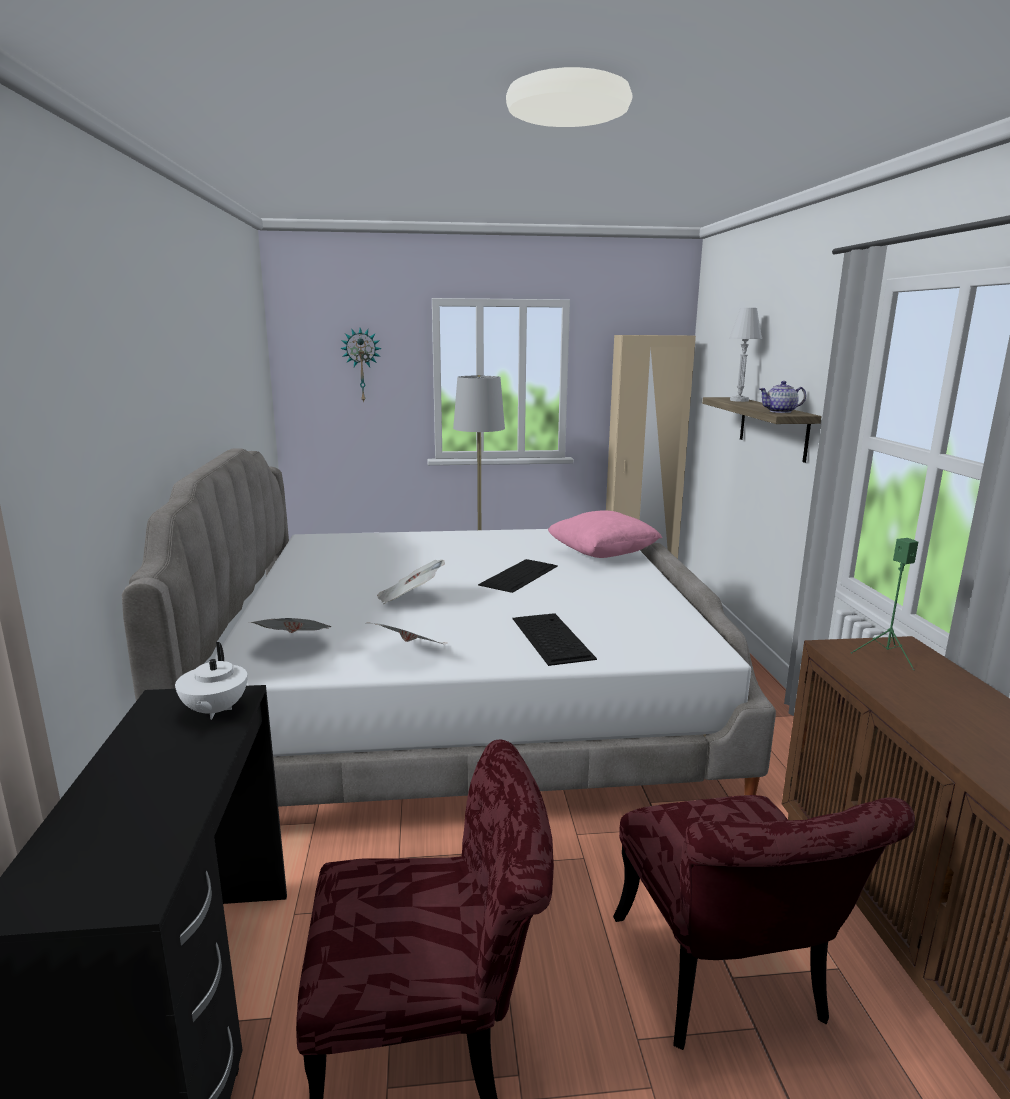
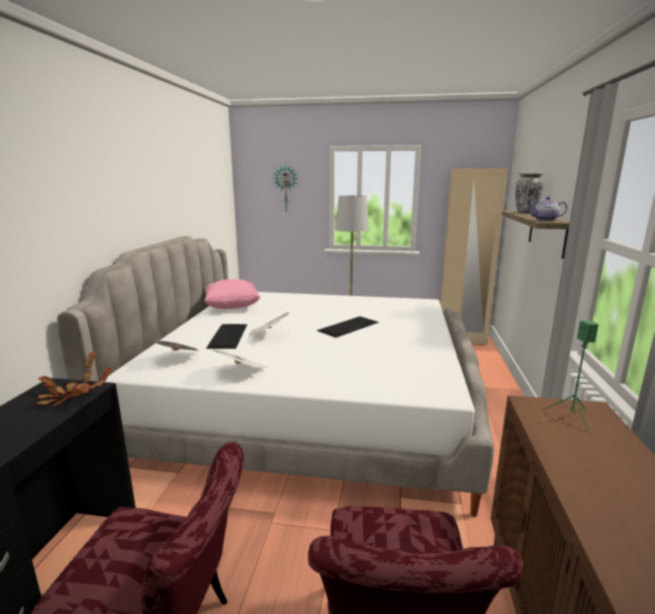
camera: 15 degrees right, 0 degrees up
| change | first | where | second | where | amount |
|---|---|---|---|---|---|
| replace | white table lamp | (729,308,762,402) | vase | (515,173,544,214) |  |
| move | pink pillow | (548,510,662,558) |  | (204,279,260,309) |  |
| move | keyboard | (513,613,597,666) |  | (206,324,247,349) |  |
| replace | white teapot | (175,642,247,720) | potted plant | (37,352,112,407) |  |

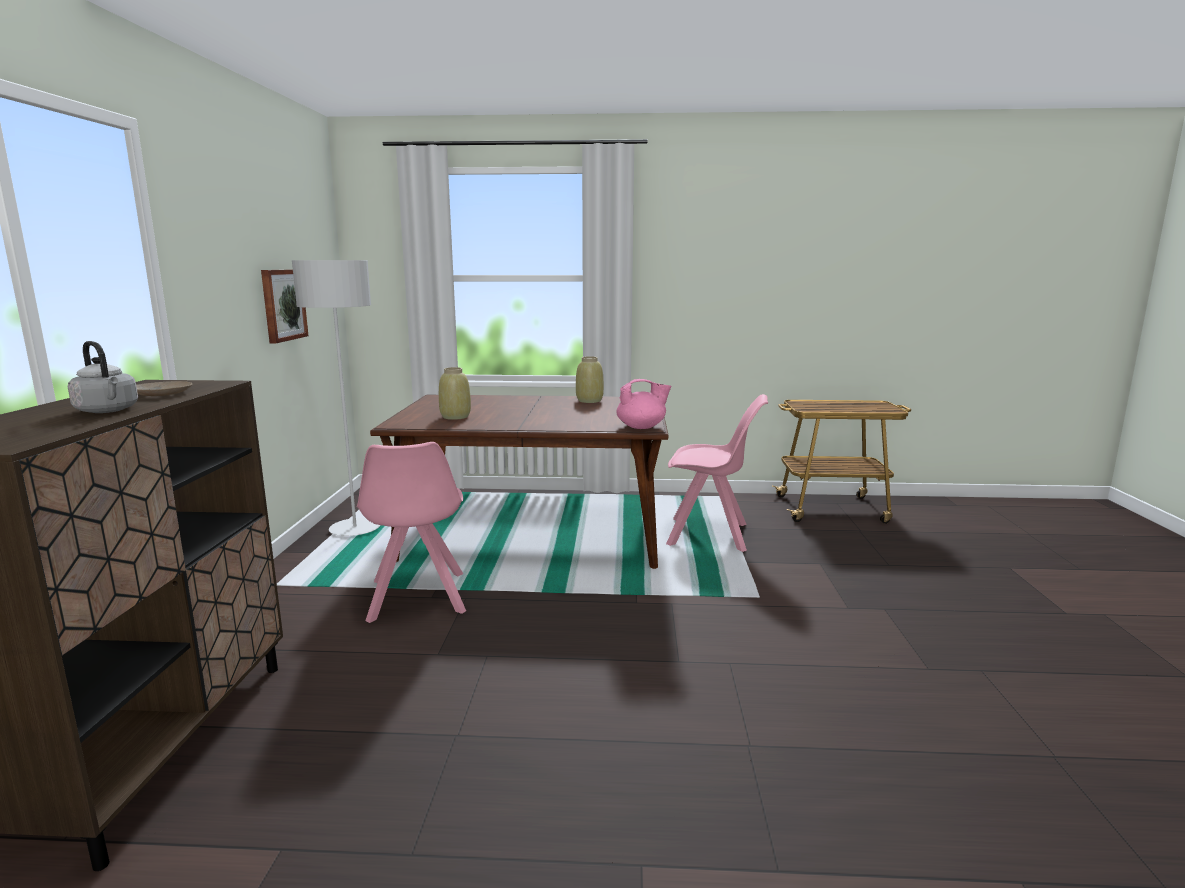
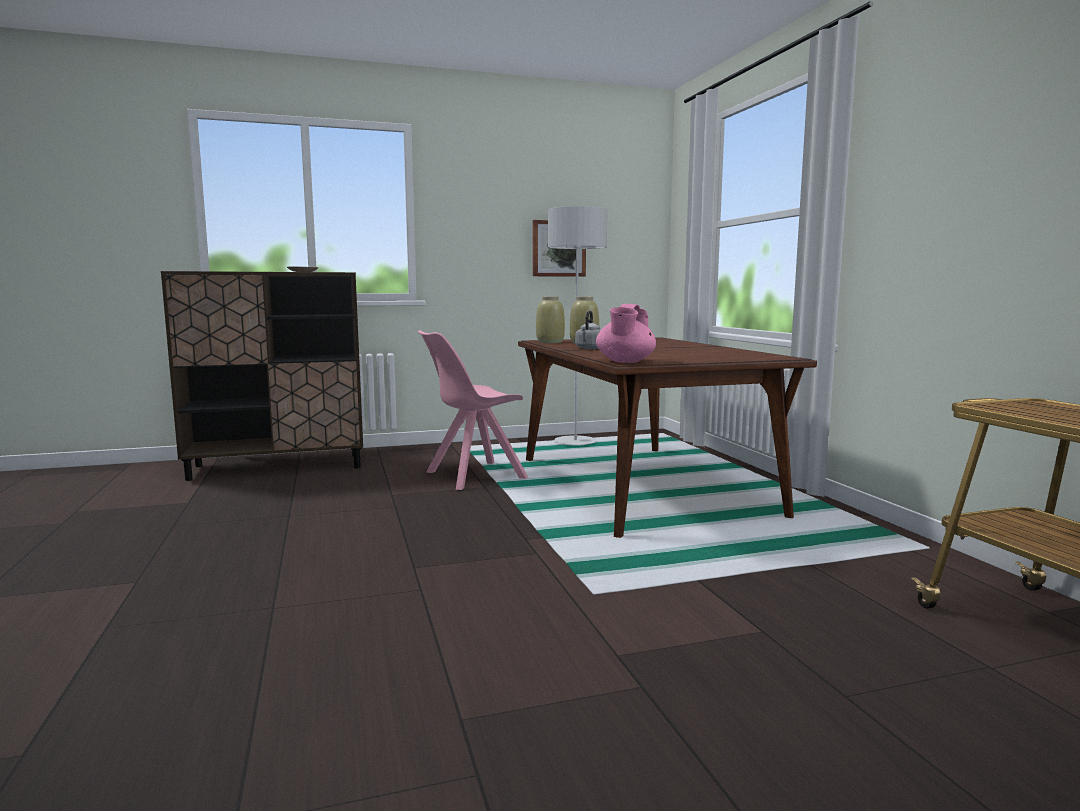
camera: 70 degrees right, 5 degrees down
| change | first | where | second | where | amount |
|---|---|---|---|---|---|
| move | grey kettle | (68,341,138,413) |  | (575,311,601,349) |  |
| move | beige vase | (576,356,604,403) |  | (536,296,565,343) |  |
| rotate | pink teapot | (616,379,671,429) |  | (596,304,656,363) | 45 degrees clockwise |
| delete | pink chair | (666,394,768,552) |  |  |  |

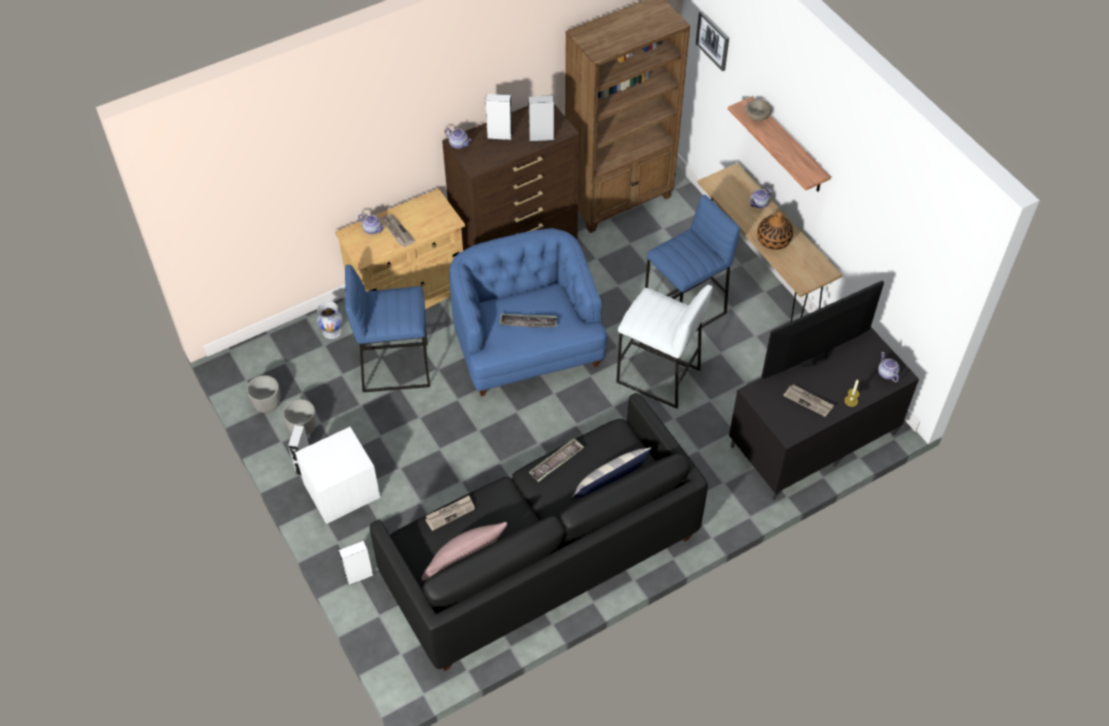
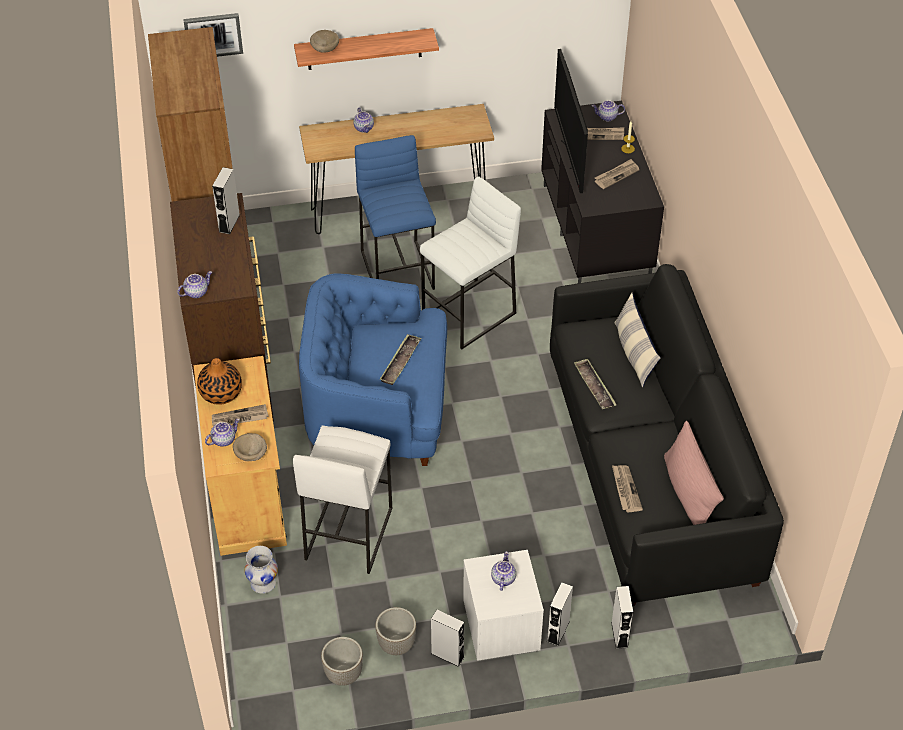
camera: 70 degrees left, 5 degrees down
| change | first | where | second | where | amount |
|---|---|---|---|---|---|
| move | white speaker | (485,94,513,140) |  | (547,582,573,646) |  |
| move | vase | (757,212,793,250) |  | (197,358,242,405) |  |
| recolor | blue stool | (345,265,430,392) | white stool | (293,425,392,574) |  |
| insert |  |  | newspaper | (587,127,624,140) |  |
| insert |  |  | beige bowl | (233,433,267,461) |  |
| insert |  |  | teapot | (491,551,516,591) |  |

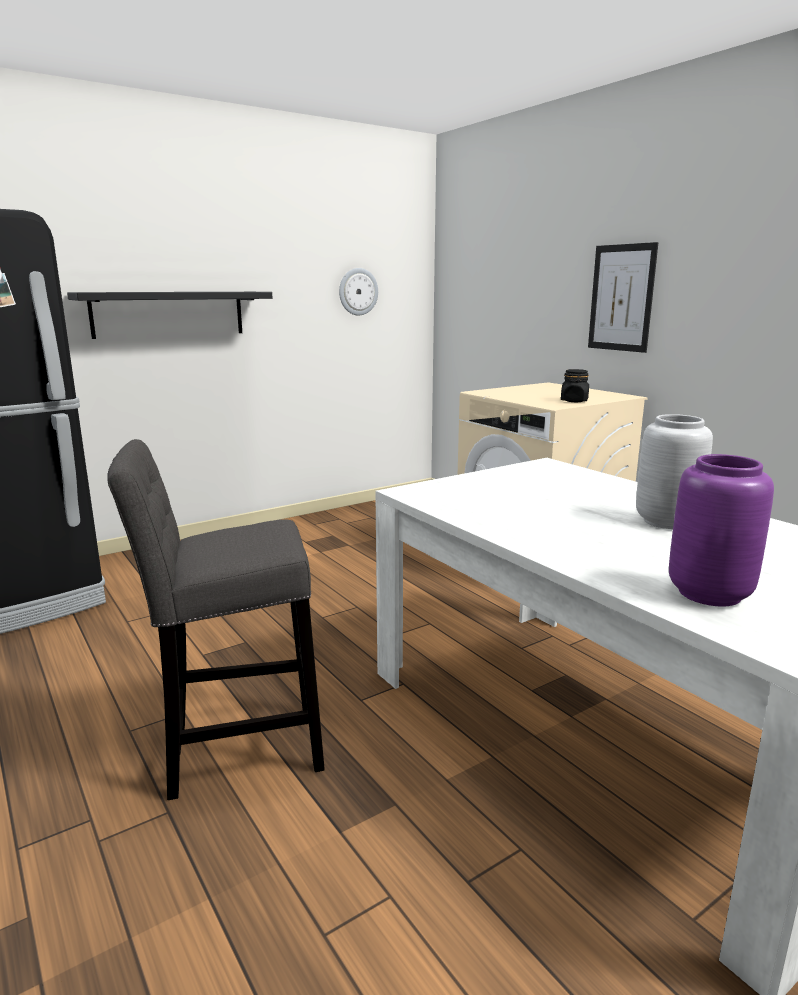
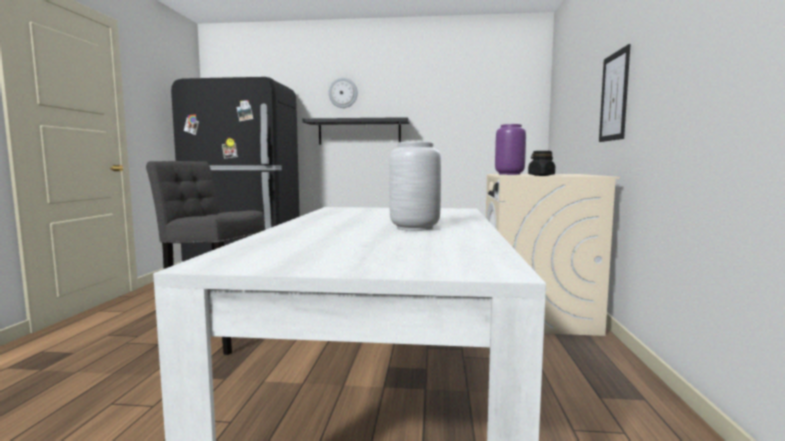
camera: 40 degrees right, 10 degrees down
| change | first | where | second | where | amount |
|---|---|---|---|---|---|
| move | wall clock | (339,268,378,315) |  | (329,78,358,108) |  |
| move | purple vase | (669,454,774,607) |  | (495,124,526,175) |  |

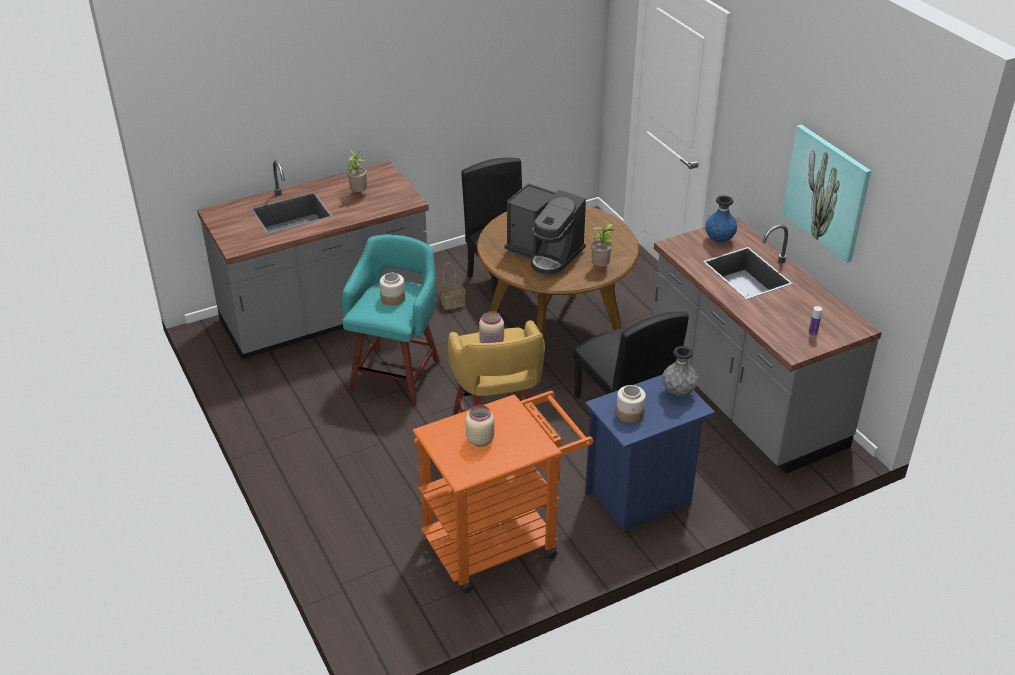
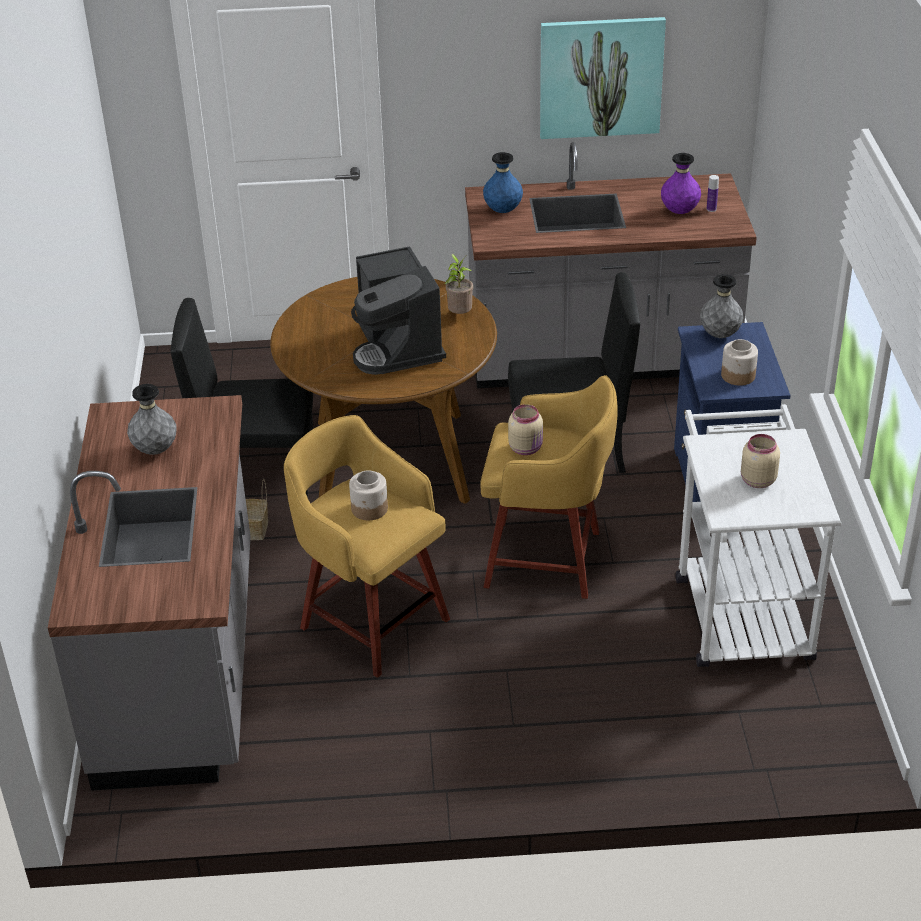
camera: 65 degrees left, 0 degrees up
| change | first | where | second | where | amount |
|---|---|---|---|---|---|
| replace | potted plant | (347,150,367,192) | grey vase | (127,384,177,455) |  |
| rotate | coffee machine | (504,183,586,276) |  | (351,246,446,375) | 105 degrees clockwise |
| recolor | turquoise stool | (342,235,440,405) | yellow stool | (284,415,450,678) |  |
| recolor | orange cart | (412,391,593,593) | white cart | (676,404,841,667) |  |
| insert |  |  | purple vase | (661,153,701,214) |  |

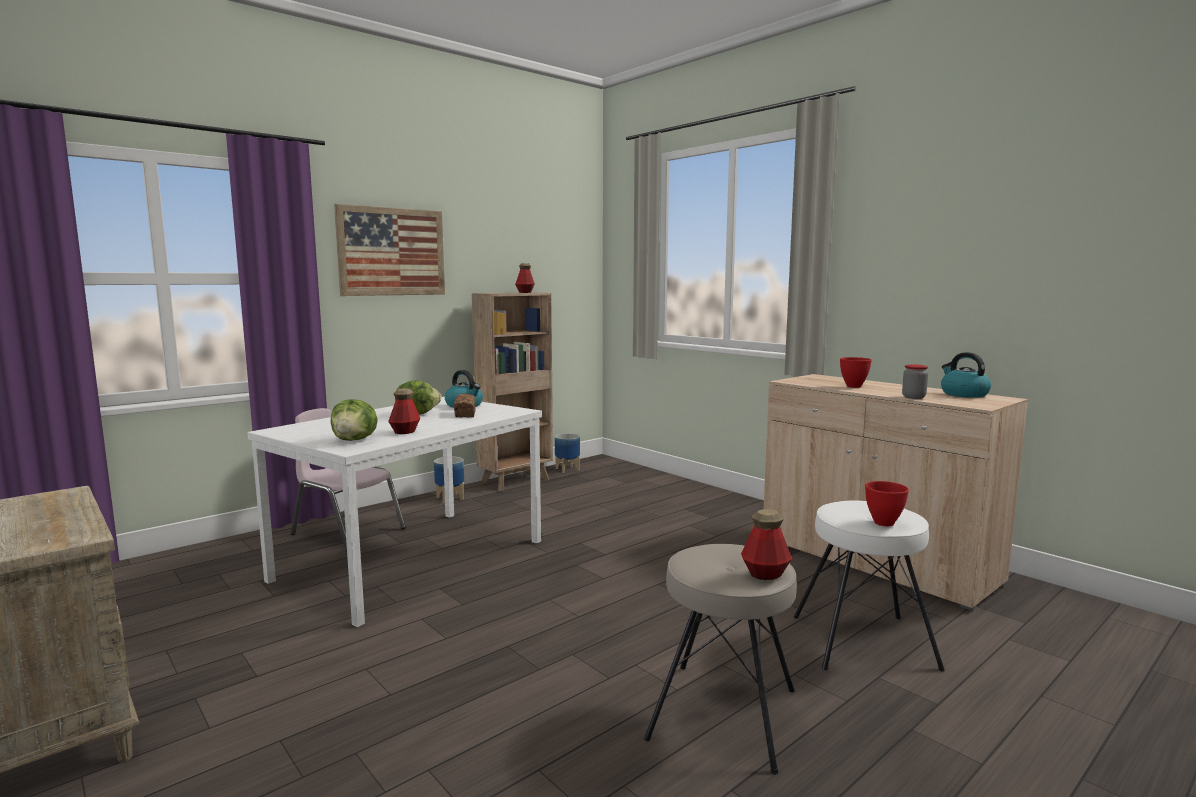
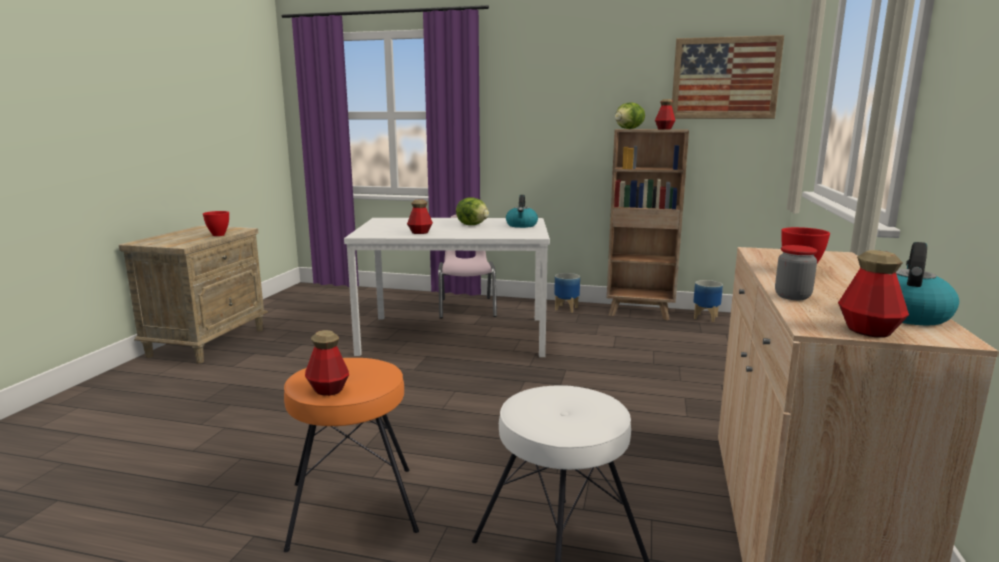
camera: 55 degrees right, 5 degrees up
| change | first | where | second | where | amount |
|---|---|---|---|---|---|
| move | picture | (334,204,445,296) |  | (672,35,784,119) |  |
| delete | bread | (454,393,476,418) |  |  |  |
| move | lettuce | (331,399,378,441) |  | (615,102,645,129) |  |
| move | red bowl | (865,481,909,526) |  | (203,211,229,236) |  |
| recolor | beige stool | (644,544,797,775) | orange stool | (284,358,419,552) |  |
| insert |  |  | bottle | (838,250,909,337) |  |

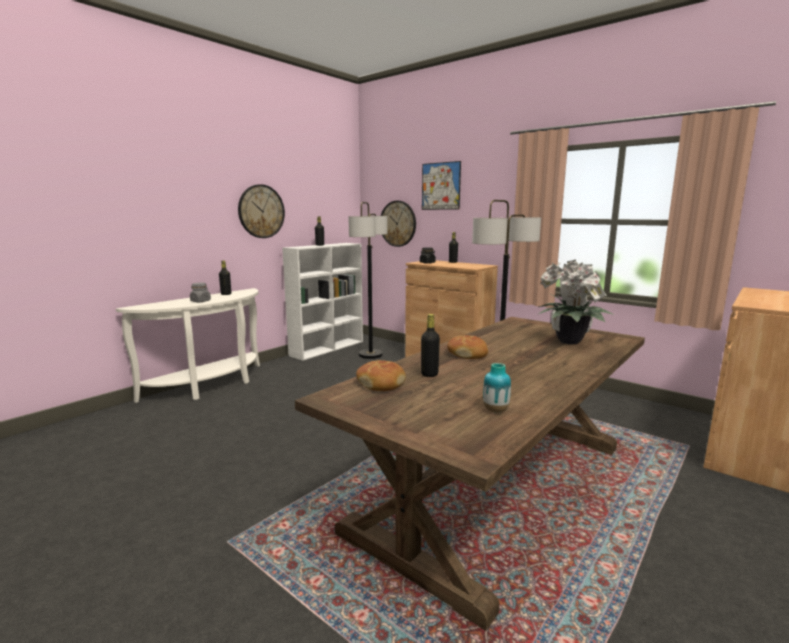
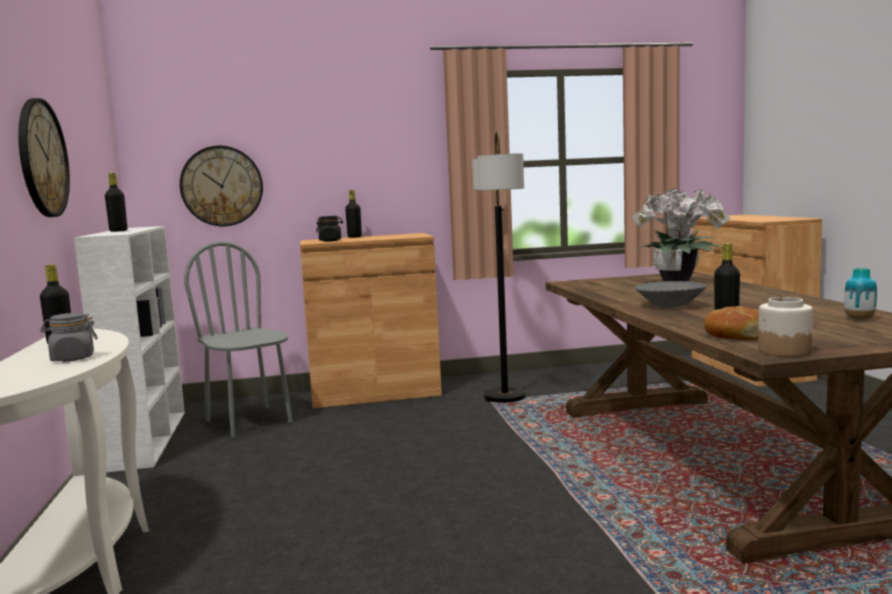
camera: 50 degrees left, 5 degrees down
| change | first | where | second | where | amount |
|---|---|---|---|---|---|
| delete | picture | (422,161,461,210) |  |  |  |
| replace | floor lamp | (348,202,388,359) | grey chair | (184,241,293,437) |  |
| replace | bread | (447,335,488,359) | grey bowl | (635,281,707,307) |  |
| insert |  |  | jar | (758,297,813,357) |  |

